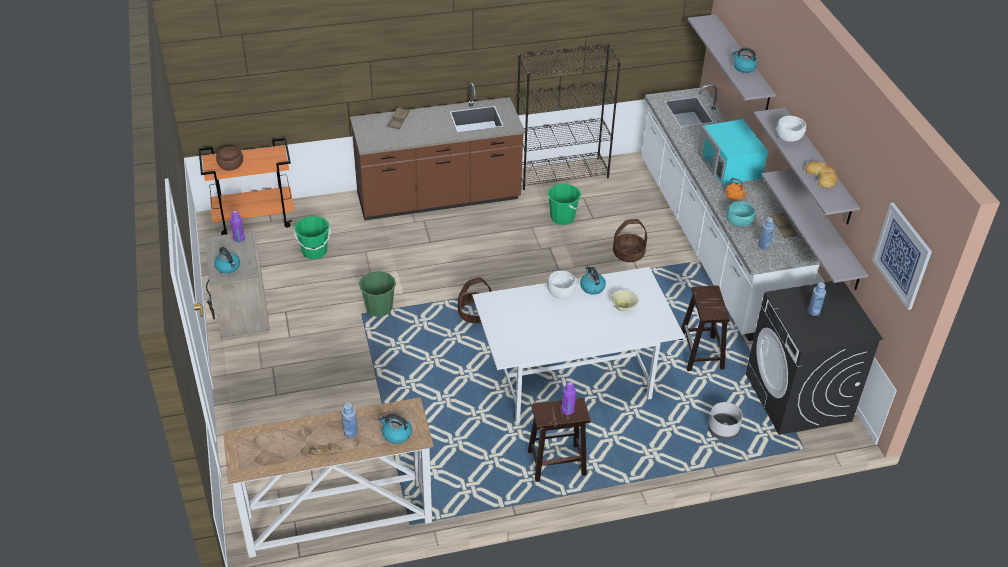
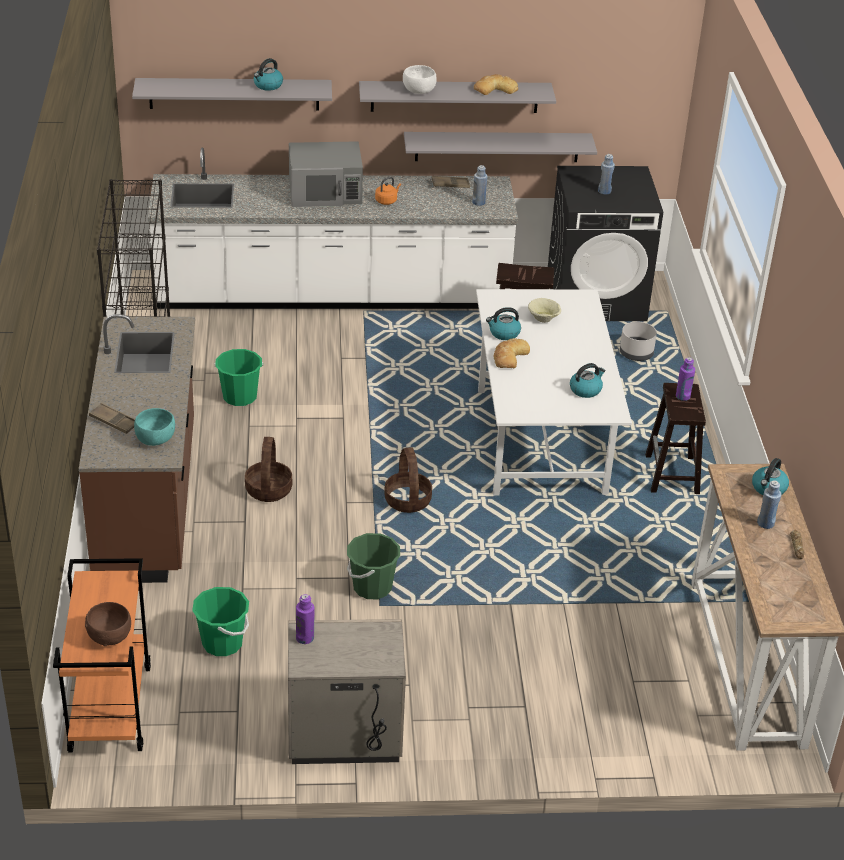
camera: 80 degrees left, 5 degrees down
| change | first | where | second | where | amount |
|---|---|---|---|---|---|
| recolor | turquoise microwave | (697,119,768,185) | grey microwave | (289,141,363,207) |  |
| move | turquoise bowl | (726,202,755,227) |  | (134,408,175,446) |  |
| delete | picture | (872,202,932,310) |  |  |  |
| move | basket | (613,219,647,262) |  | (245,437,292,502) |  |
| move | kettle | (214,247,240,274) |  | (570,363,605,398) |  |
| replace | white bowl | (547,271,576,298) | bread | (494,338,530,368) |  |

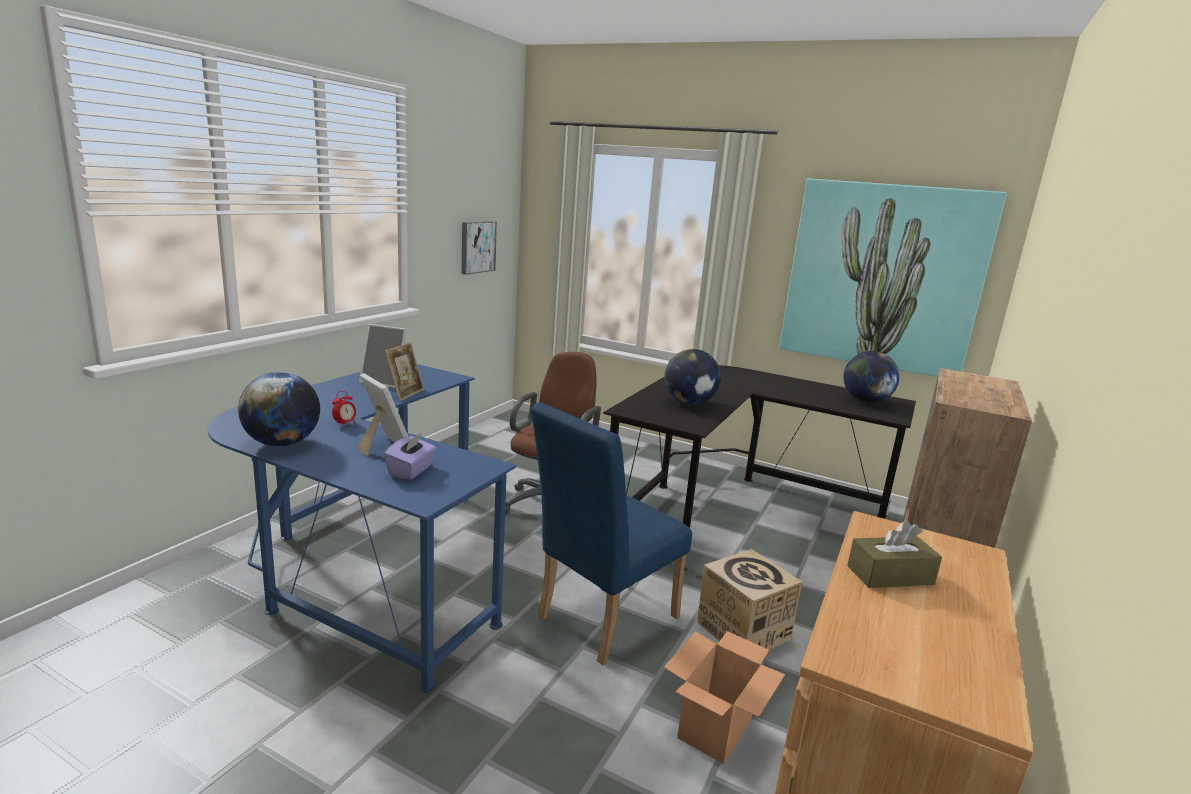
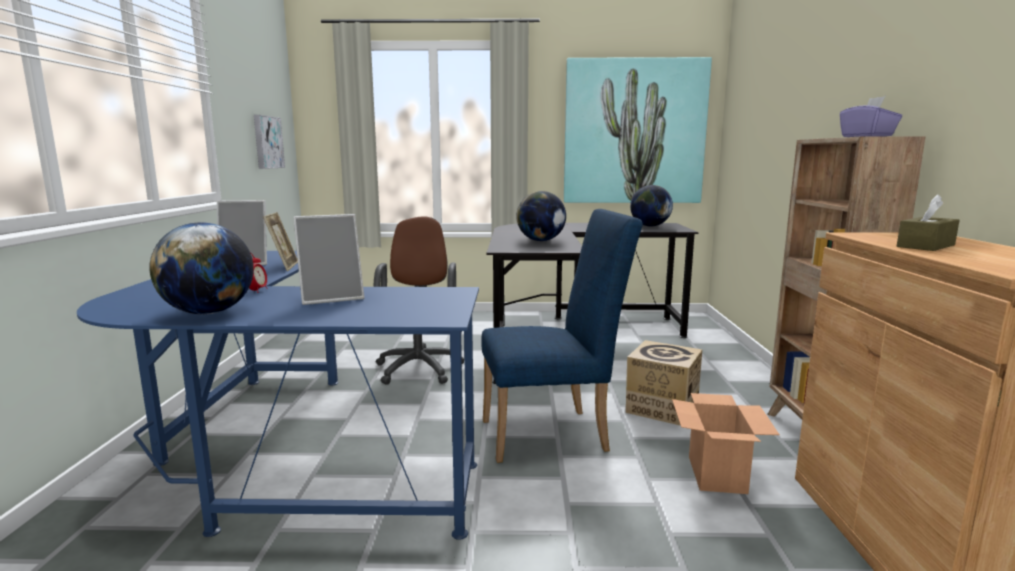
camera: 25 degrees left, 5 degrees down
| change | first | where | second | where | amount |
|---|---|---|---|---|---|
| rotate | picture frame | (357,373,408,457) |  | (293,214,364,305) | 135 degrees clockwise |
| rotate | blue chair | (530,402,692,665) |  | (481,209,643,463) | 120 degrees counterclockwise |
| move | purple tissue box | (384,433,436,480) |  | (840,96,903,137) |  |

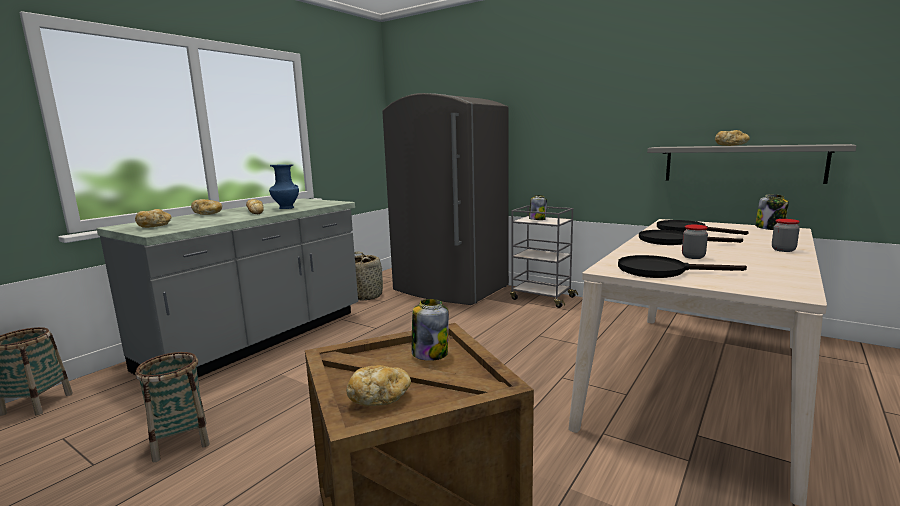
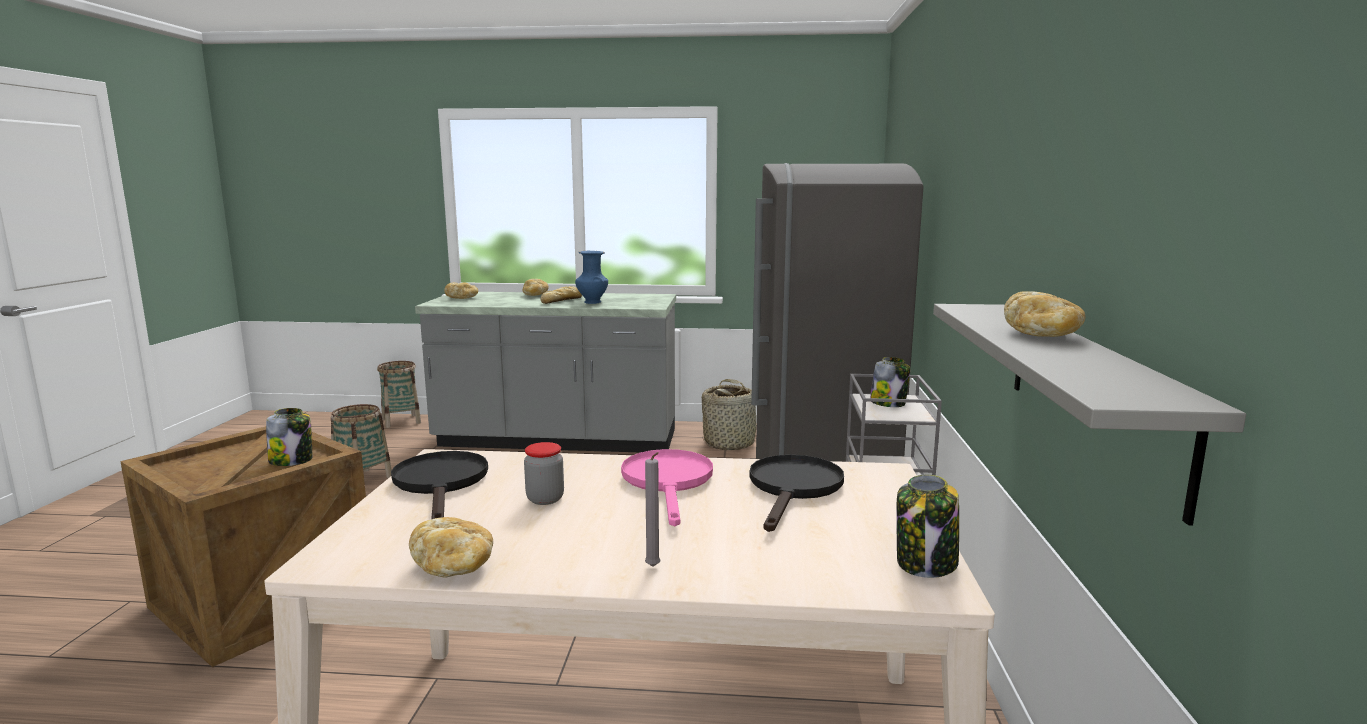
camera: 60 degrees right, 0 degrees up
| change | first | where | second | where | amount |
|---|---|---|---|---|---|
| replace | jar | (772,219,800,252) | grey candle | (645,452,661,567) |  |
| recolor | black frying pan | (639,230,743,245) | pink frying pan | (621,449,713,526) |  |
| move | bread | (346,365,411,406) |  | (409,517,493,578) |  |

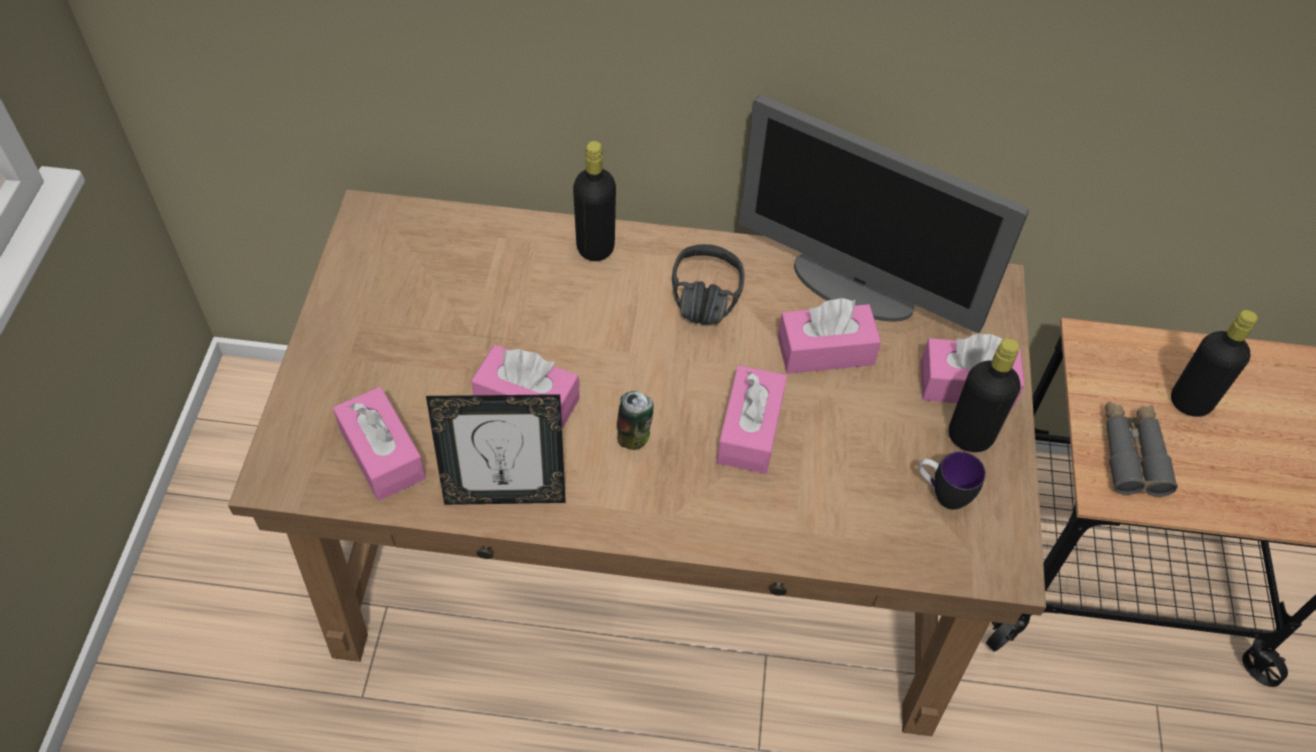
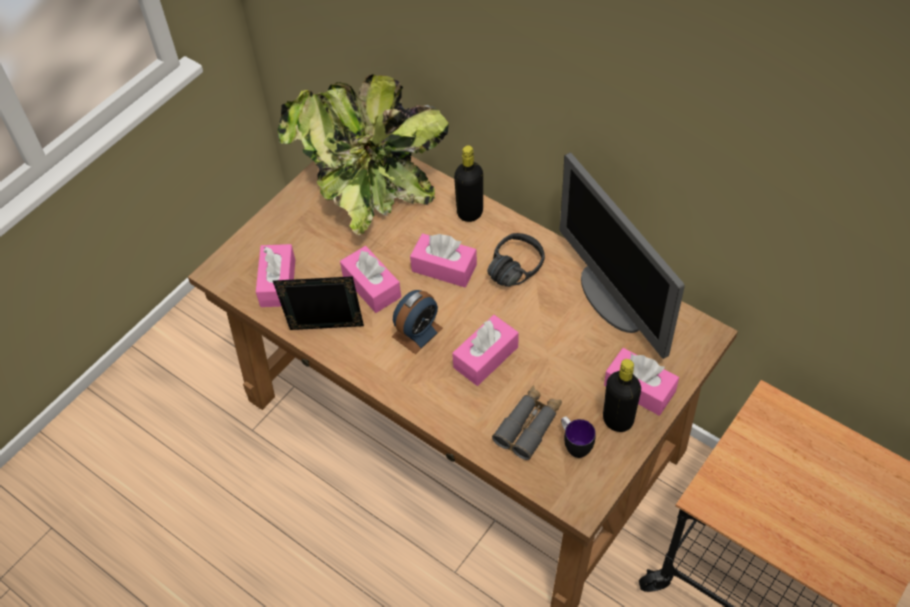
camera: 35 degrees right, 0 degrees up
| change | first | where | second | where | amount |
|---|---|---|---|---|---|
| move | pink tissue box | (777,298,881,374) |  | (410,233,477,287) |  |
| delete | black bottle | (1171,310,1258,417) |  |  |  |
| replace | can | (617,391,654,450) | alarm clock | (392,290,443,354) |  |
| rotate | picture frame | (426,394,566,505) |  | (273,276,364,330) | 150 degrees clockwise |
| move | grey binoculars | (1105,402,1178,497) |  | (492,386,562,460) |  |
| insert |  |  | potted plant | (277,74,449,235) |  |

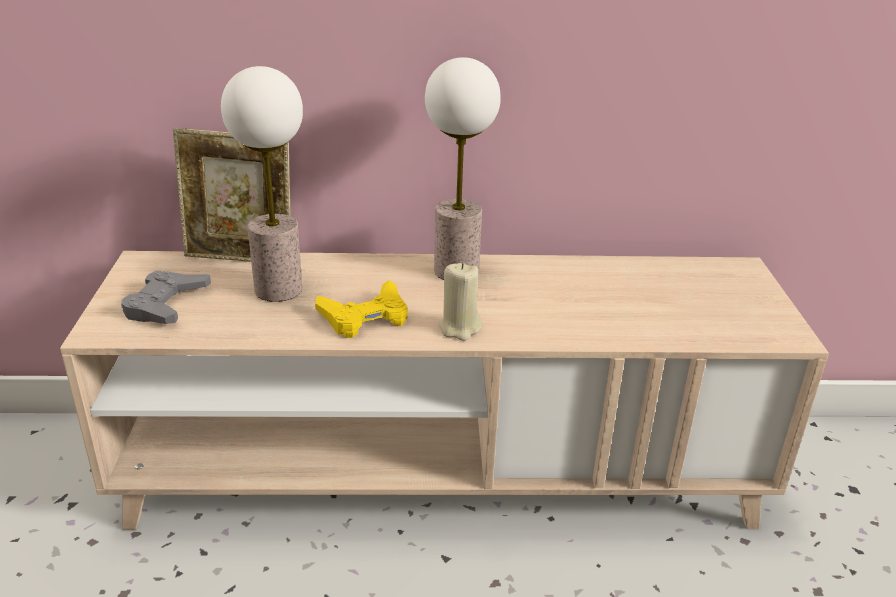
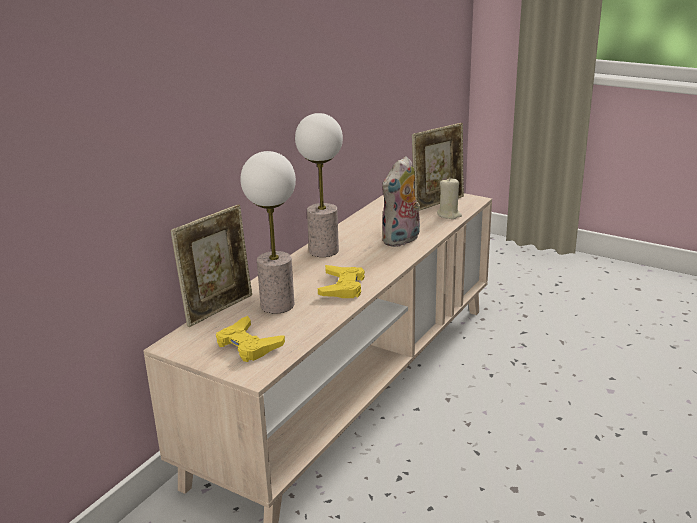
camera: 55 degrees left, 5 degrees down
| change | first | where | second | where | amount |
|---|---|---|---|---|---|
| move | beige candle | (439,263,482,341) |  | (437,177,462,219) |  |
| recolor | grey game controller | (121,271,211,324) | yellow game controller | (216,316,285,362) |  |
| insert |  |  | picture frame | (412,123,464,211) |  |
| insert |  |  | plush toy | (382,156,420,247) |  |

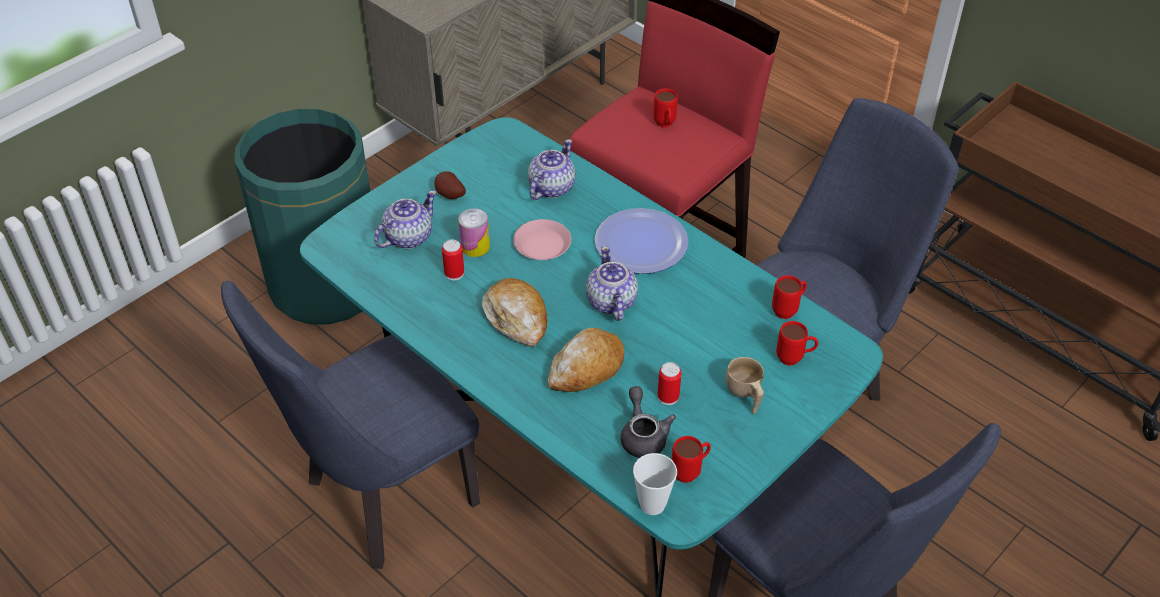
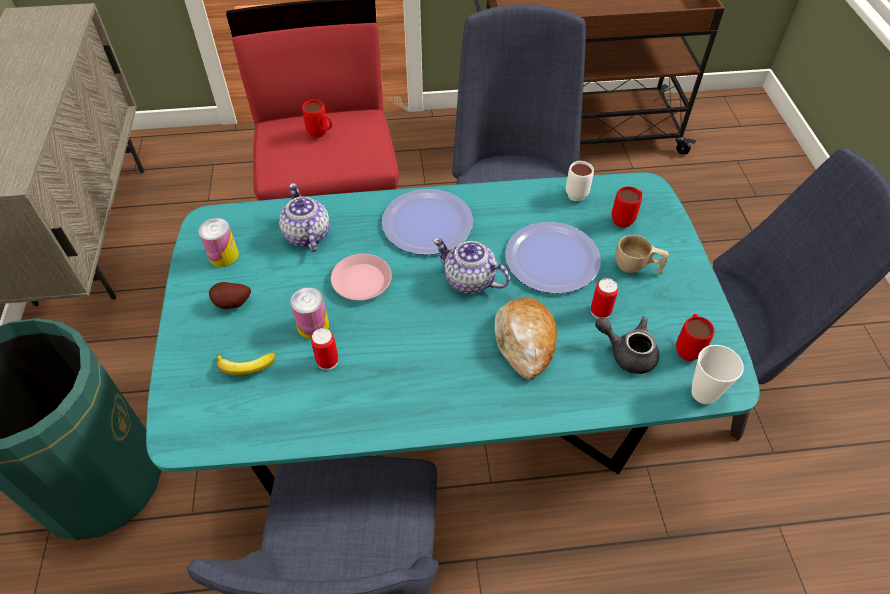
camera: 50 degrees left, 5 degrees up
| change | first | where | second | where | amount |
|---|---|---|---|---|---|
| replace | teapot | (374,190,437,249) | banana | (217,352,275,375) |  |
| recolor | red mug | (772,275,807,319) | white mug | (566,161,594,201) |  |
| delete | bread | (482,278,547,347) |  |  |  |
| insert |  |  | can | (199,218,239,267) |  |
| insert |  |  | plate | (505,222,601,294) |  |

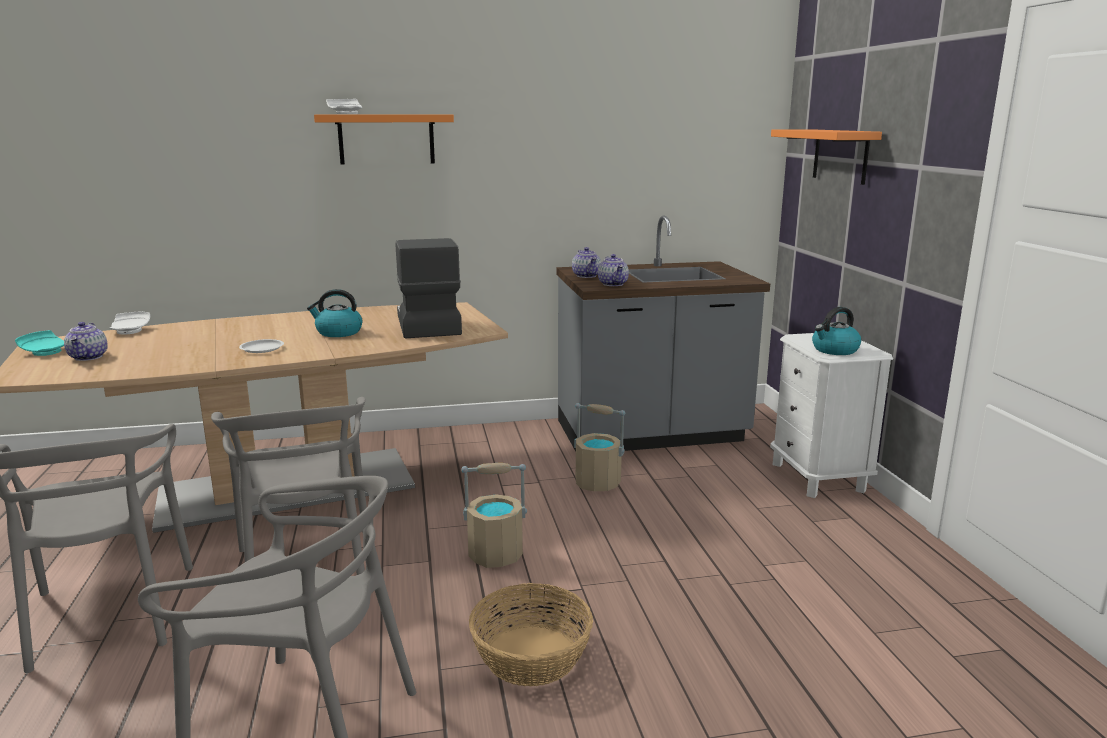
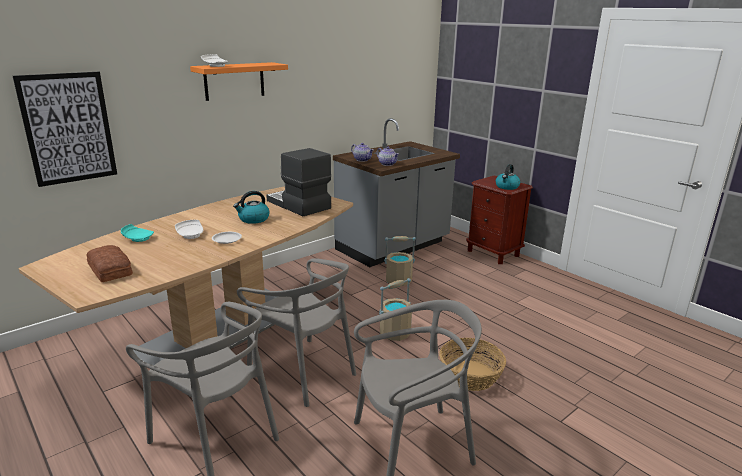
camera: 30 degrees left, 5 degrees up
| change | first | where | second | where | amount |
|---|---|---|---|---|---|
| delete | orange shelf | (771,129,882,185) |  |  |  |
| move | white plate | (109,312,150,334) |  | (175,220,203,239) |  |
| replace | teapot | (64,322,108,361) | bread | (86,245,133,282) |  |
| move | turquoise plate | (15,330,64,356) |  | (121,224,154,242) |  |
| recolor | white nightstand | (770,333,893,498) | brown nightstand | (466,175,533,264) |  |
| insert |  |  | picture | (13,72,117,187) |  |

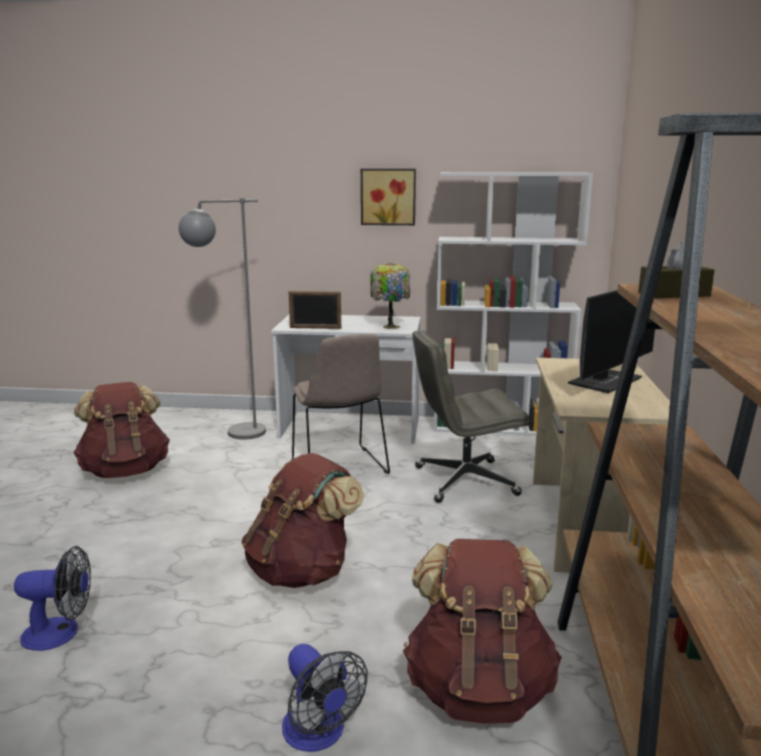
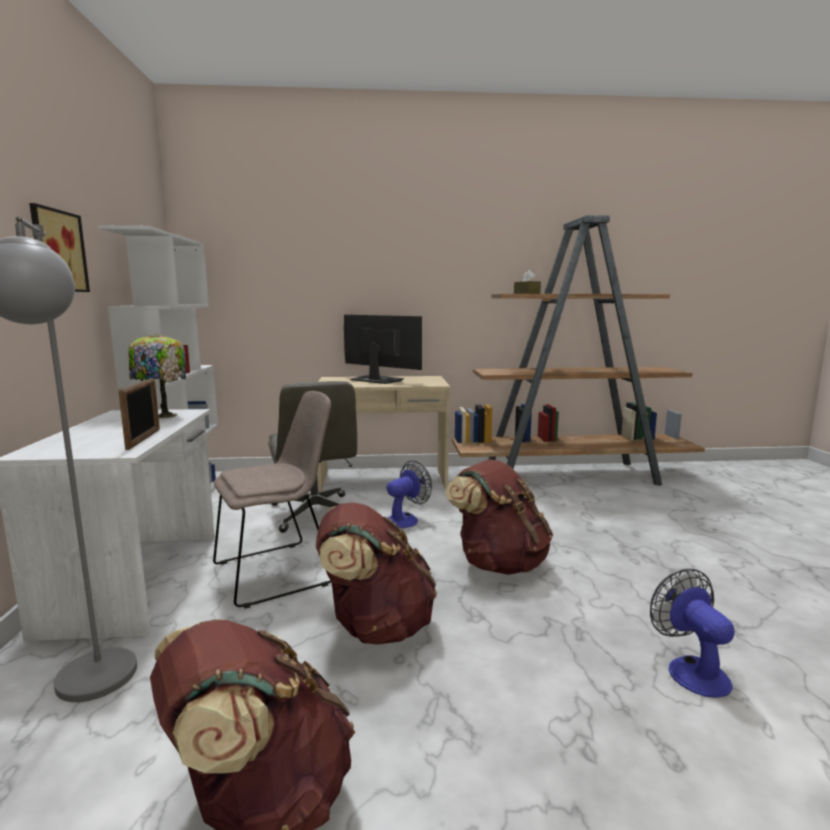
camera: 100 degrees left, 5 degrees down
| change | first | where | second | where | amount |
|---|---|---|---|---|---|
| move | brown backpack | (403,539,562,724) |  | (316,502,437,645) |  |
| move | fan | (282,644,368,752) |  | (387,460,432,528) |  |

